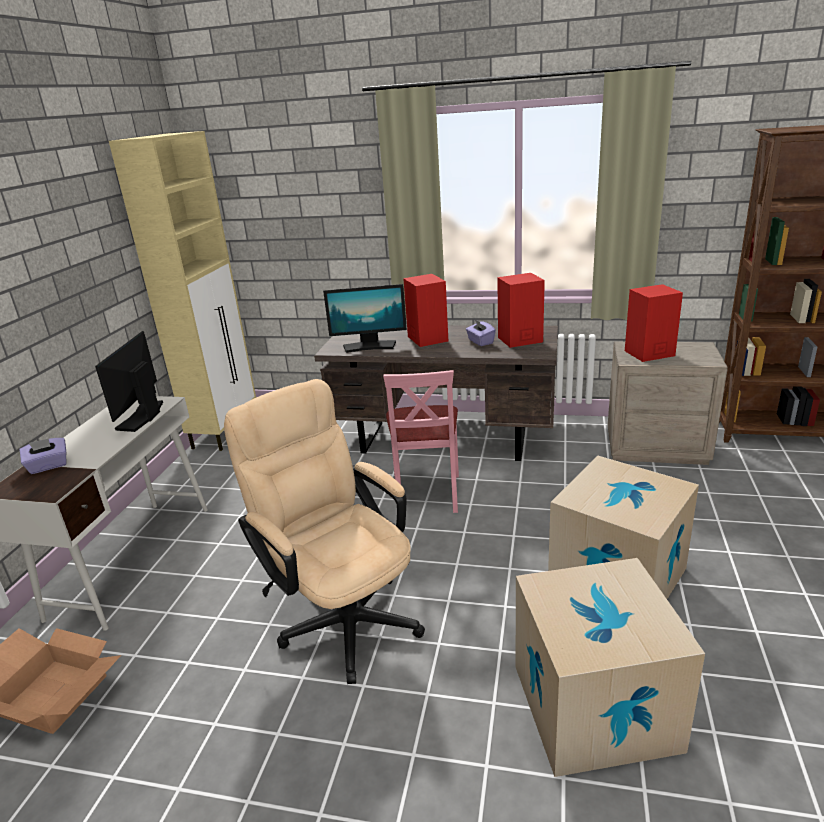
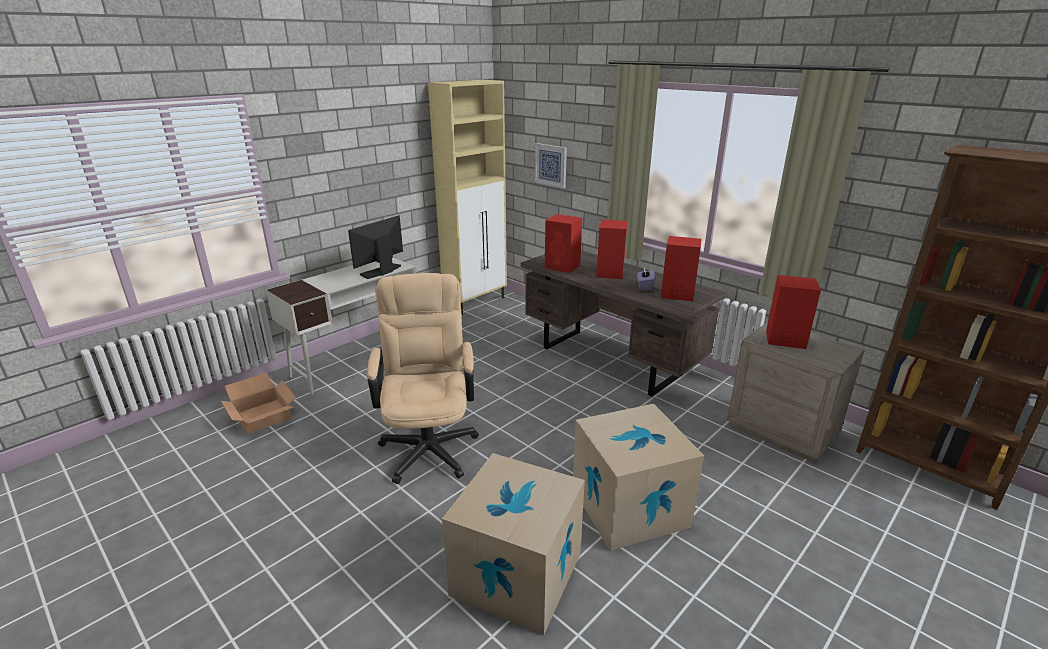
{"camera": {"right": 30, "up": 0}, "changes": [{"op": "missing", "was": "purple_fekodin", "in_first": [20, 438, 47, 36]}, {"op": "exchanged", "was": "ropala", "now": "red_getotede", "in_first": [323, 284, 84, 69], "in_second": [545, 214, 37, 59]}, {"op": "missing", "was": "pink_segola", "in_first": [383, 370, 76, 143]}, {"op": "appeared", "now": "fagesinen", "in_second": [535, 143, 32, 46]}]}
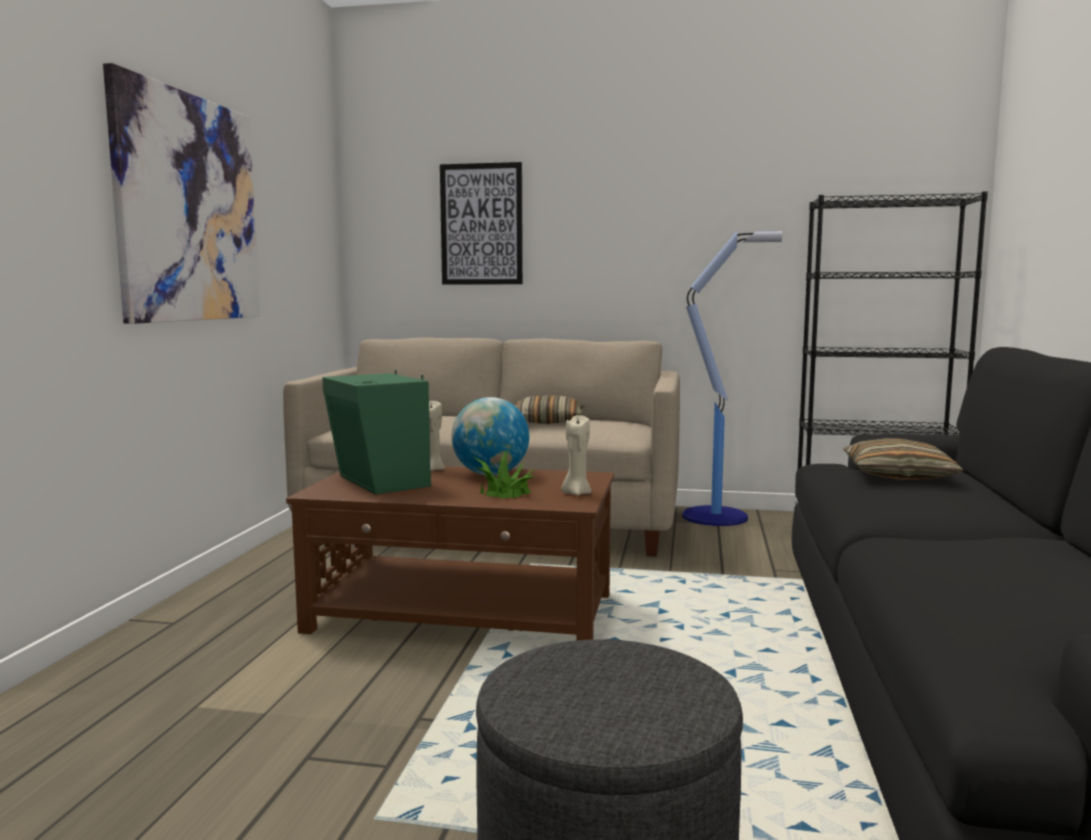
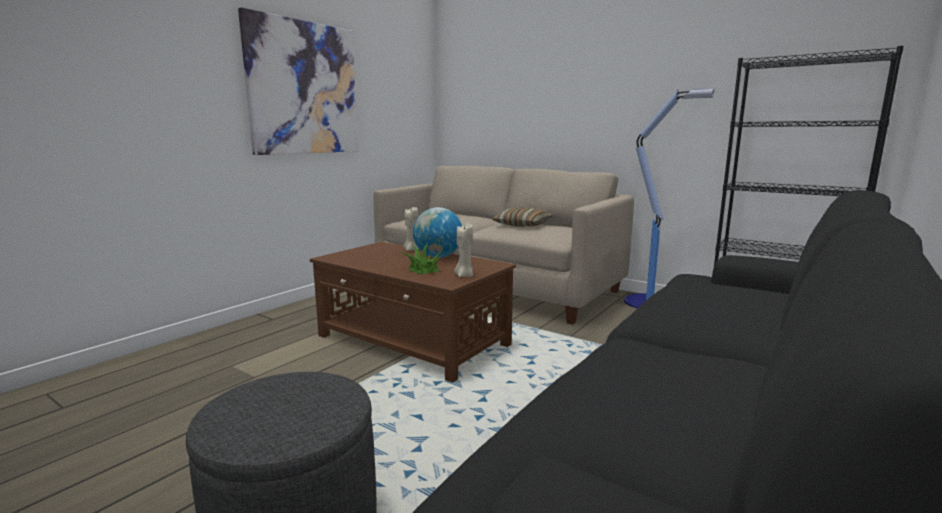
{"camera": {"right": 25, "up": 5}, "changes": [{"op": "missing", "was": "green_getotede", "in_first": [322, 370, 109, 124]}, {"op": "missing", "was": "fagesinen", "in_first": [440, 162, 83, 123]}, {"op": "missing", "was": "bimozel", "in_first": [843, 438, 121, 42]}]}
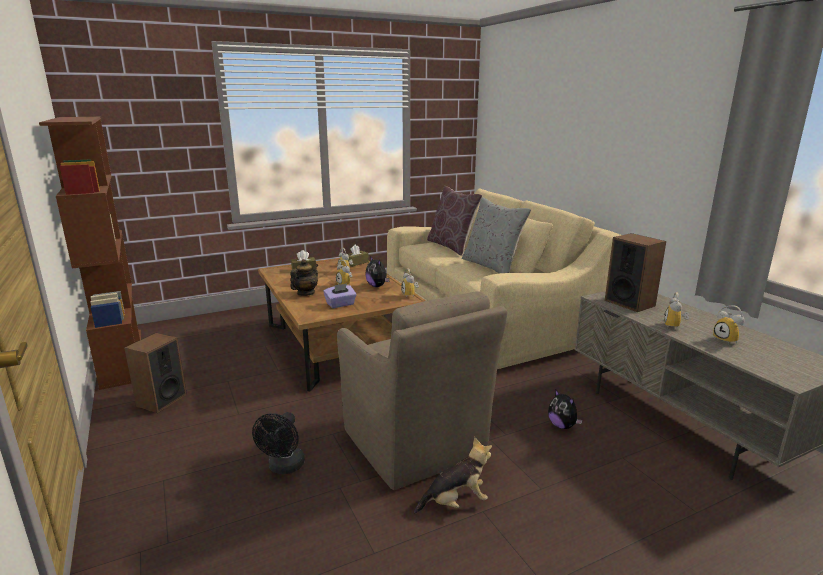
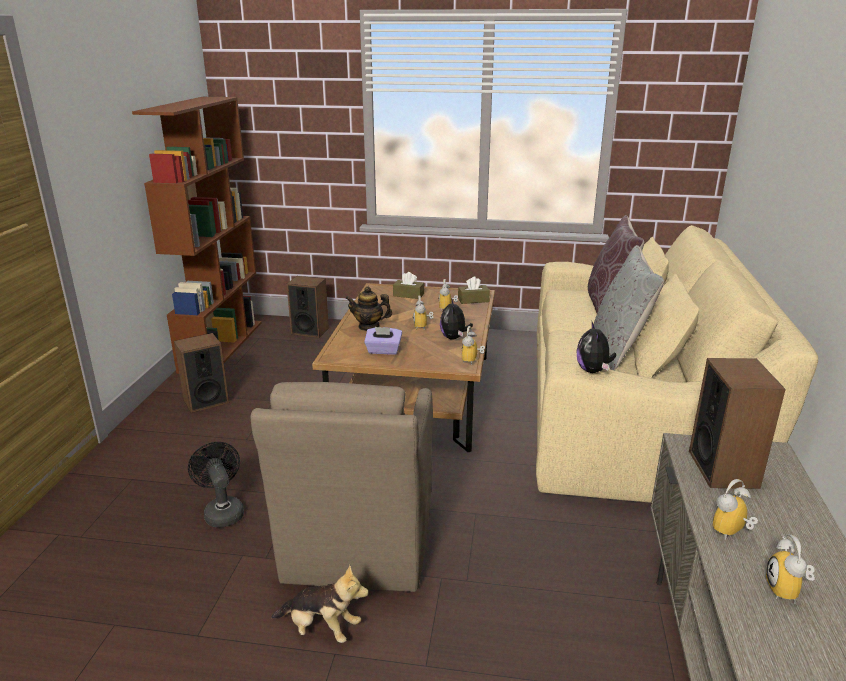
{"camera": {"right": 35, "up": 5}, "changes": [{"op": "spun", "was": "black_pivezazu", "in_first": [252, 412, 53, 62], "in_second": [188, 442, 56, 86], "clockwise": 105}, {"op": "spun", "was": "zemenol", "in_first": [290, 259, 28, 37], "in_second": [345, 286, 47, 45], "clockwise": -150}, {"op": "relocated", "was": "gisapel", "in_first": [548, 389, 35, 40], "in_second": [577, 322, 39, 51]}, {"op": "appeared", "now": "getotede", "in_second": [287, 276, 42, 62]}]}
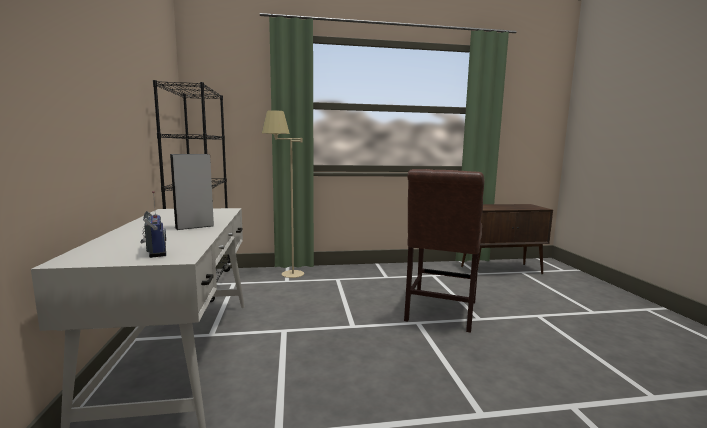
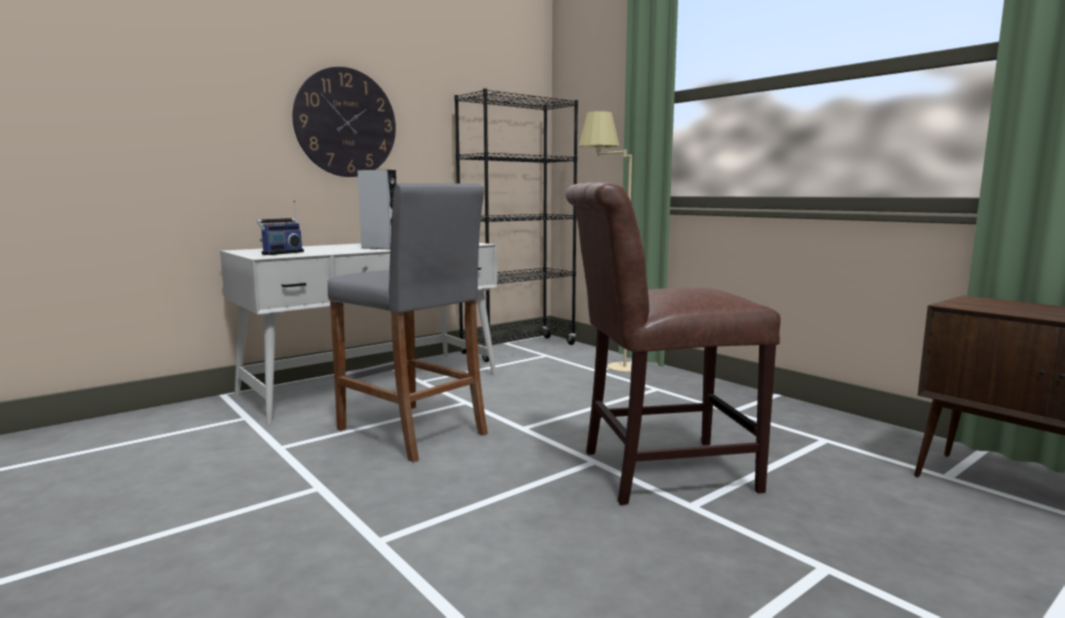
{"camera": {"right": 60, "up": 0}, "changes": [{"op": "appeared", "now": "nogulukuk", "in_second": [292, 67, 104, 110]}, {"op": "appeared", "now": "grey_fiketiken", "in_second": [328, 183, 160, 279]}]}
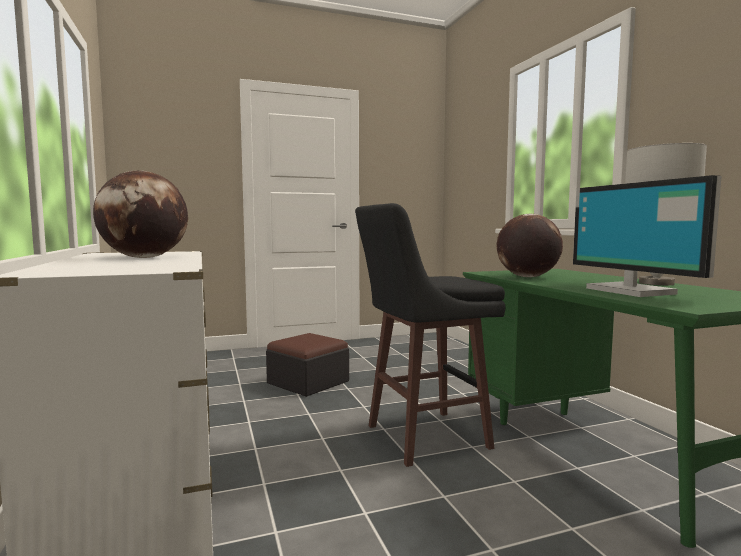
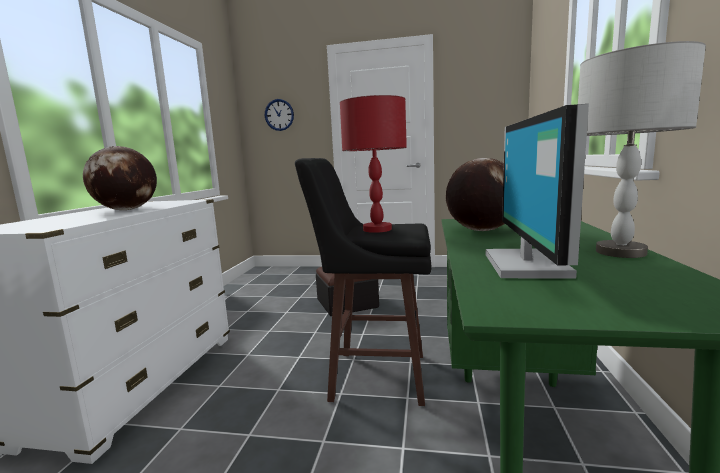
{"camera": {"right": 30, "up": 5}, "changes": [{"op": "appeared", "now": "nogulukuk", "in_second": [265, 99, 29, 32]}, {"op": "appeared", "now": "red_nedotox", "in_second": [340, 95, 67, 138]}]}
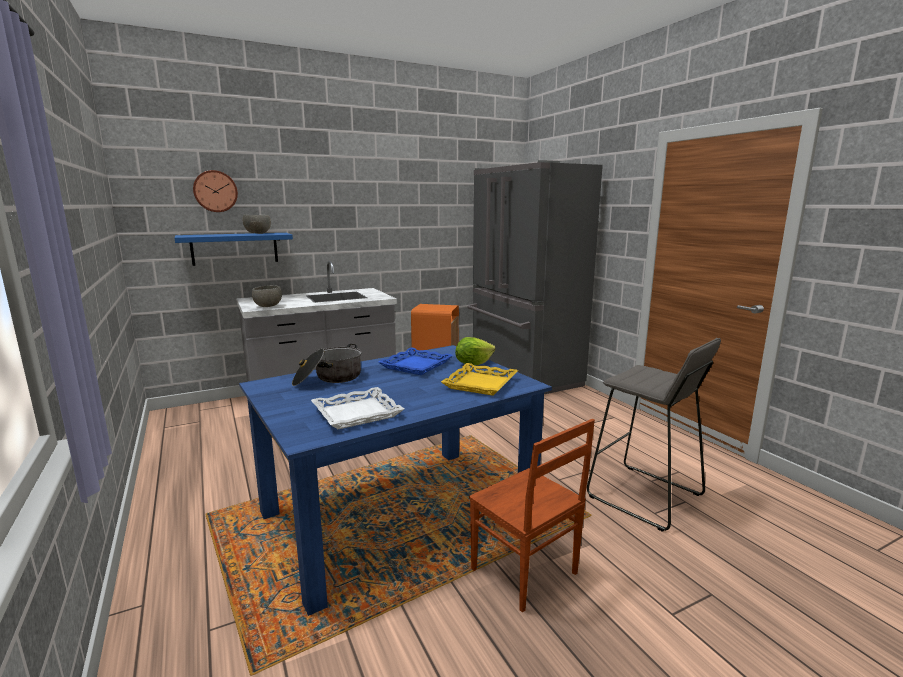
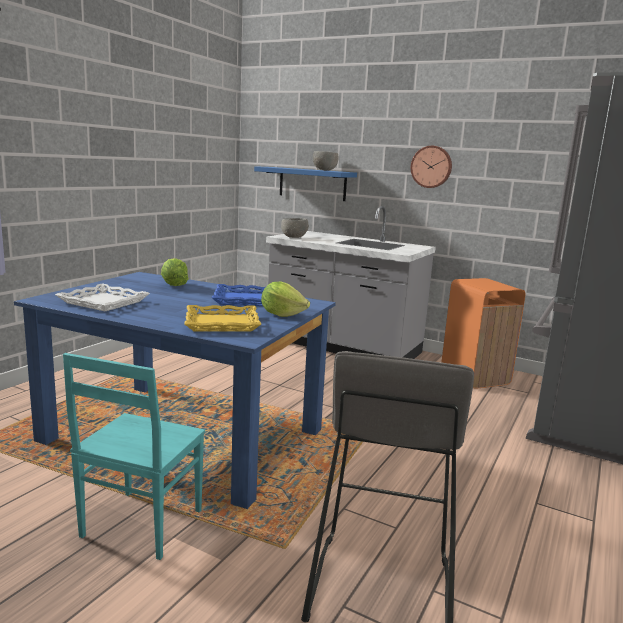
{"camera": {"right": 55, "up": 0}, "changes": [{"op": "relocated", "was": "nogulukuk", "in_first": [193, 170, 45, 42], "in_second": [411, 146, 41, 42]}, {"op": "exchanged", "was": "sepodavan", "now": "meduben", "in_first": [292, 344, 69, 42], "in_second": [161, 258, 27, 28]}, {"op": "colour", "was": "brown_segola", "now": "turquoise_segola", "in_first": [469, 419, 126, 194], "in_second": [63, 353, 142, 207]}]}
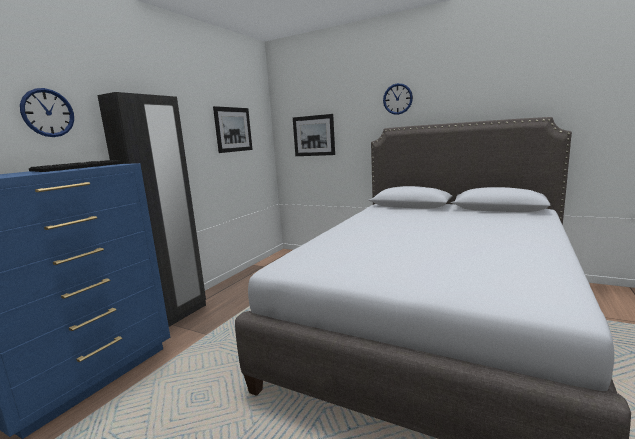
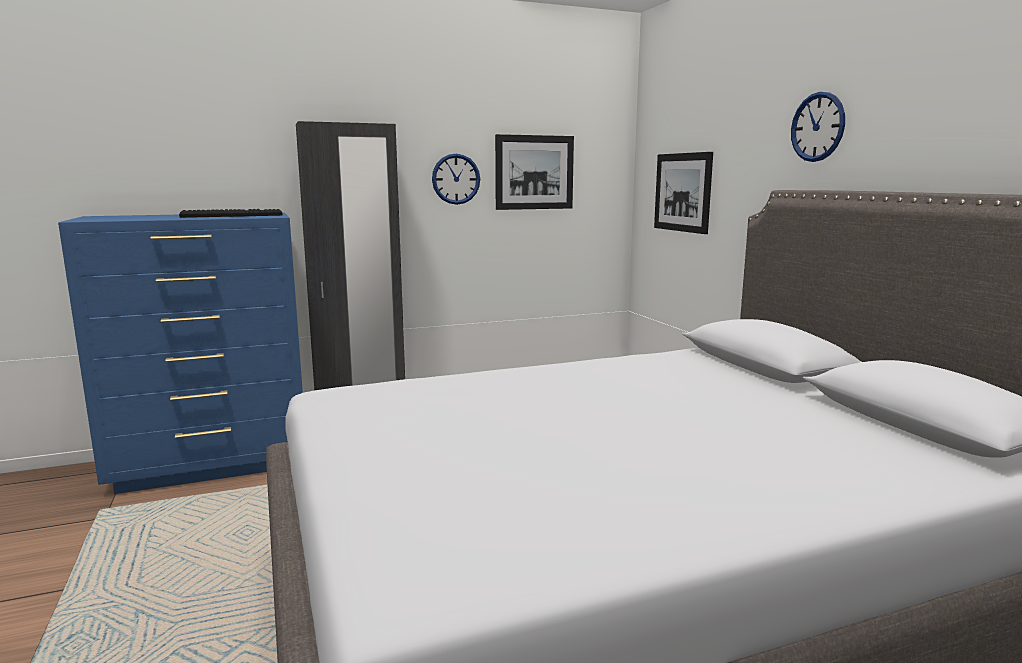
{"camera": {"right": 40, "up": 0}, "changes": [{"op": "relocated", "was": "nogulukuk", "in_first": [20, 88, 54, 49], "in_second": [432, 154, 48, 51]}]}
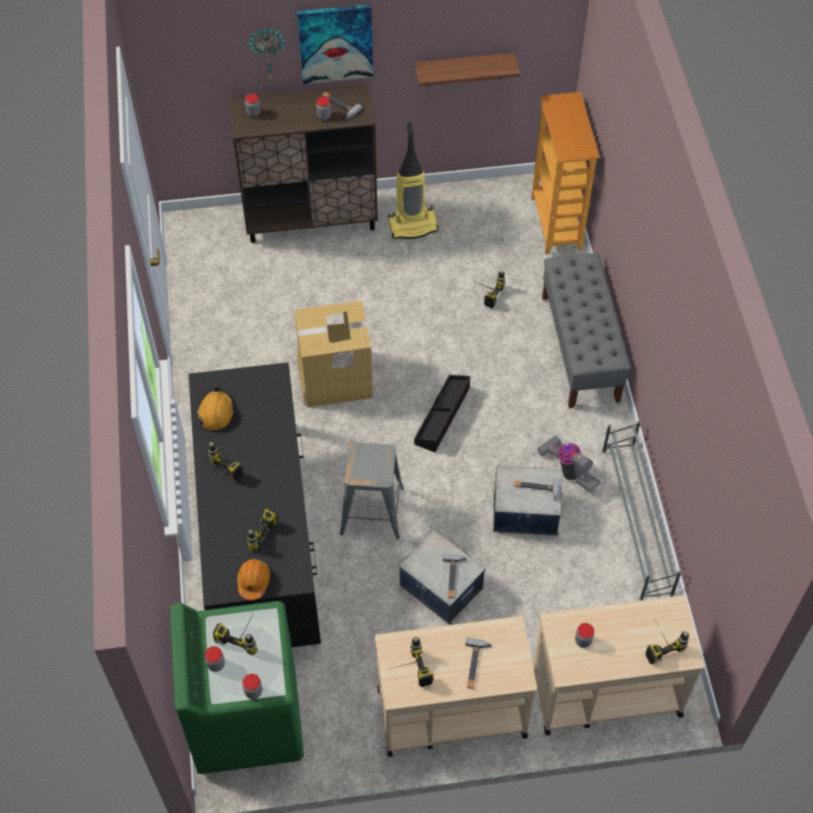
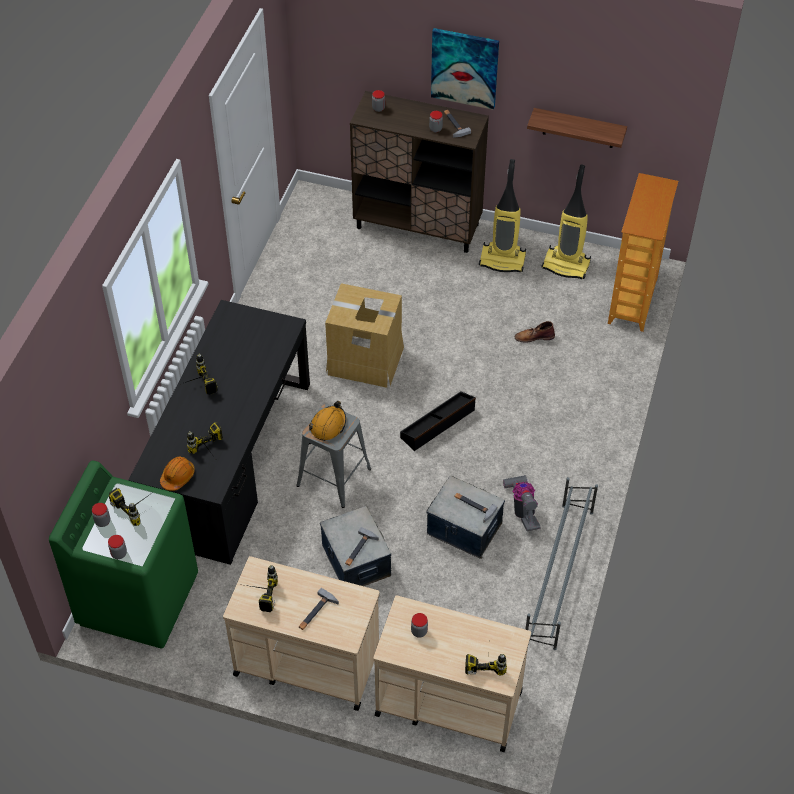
{"camera": {"right": 25, "up": -5}, "changes": [{"op": "relocated", "was": "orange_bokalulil", "in_first": [197, 384, 37, 47], "in_second": [309, 401, 37, 40]}, {"op": "missing", "was": "nogulukuk", "in_first": [248, 27, 39, 53]}, {"op": "exchanged", "was": "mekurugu", "now": "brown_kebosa", "in_first": [473, 270, 32, 38], "in_second": [515, 321, 40, 22]}, {"op": "missing", "was": "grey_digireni", "in_first": [542, 253, 89, 155]}, {"op": "appeared", "now": "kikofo", "in_second": [541, 165, 50, 114]}]}
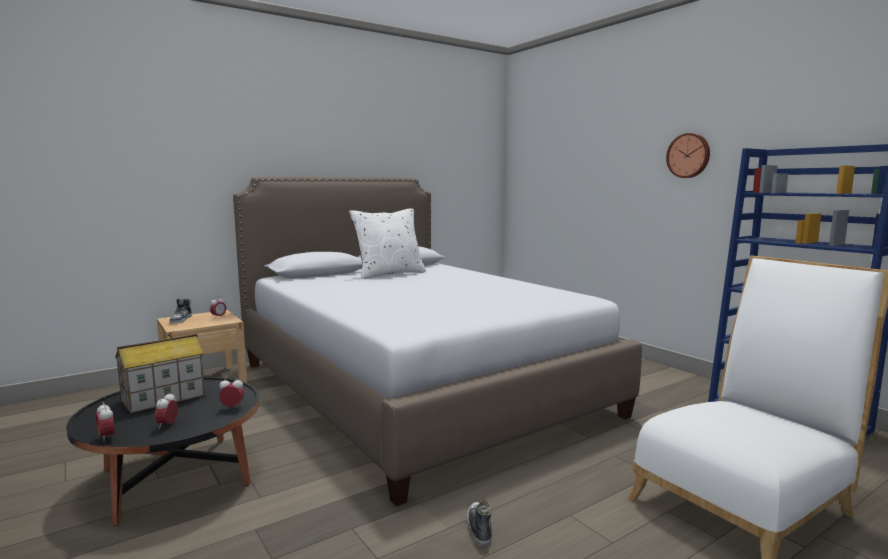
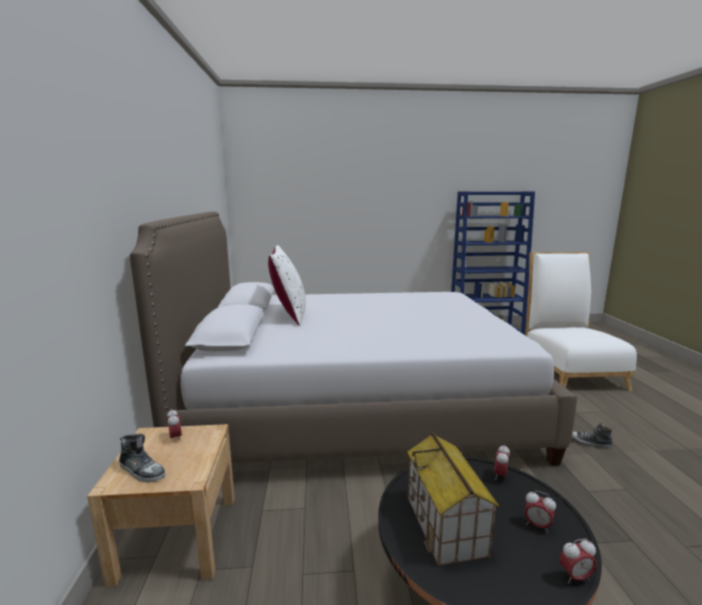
{"camera": {"right": -60, "up": 5}, "changes": [{"op": "missing", "was": "nogulukuk", "in_first": [666, 133, 44, 45]}]}
